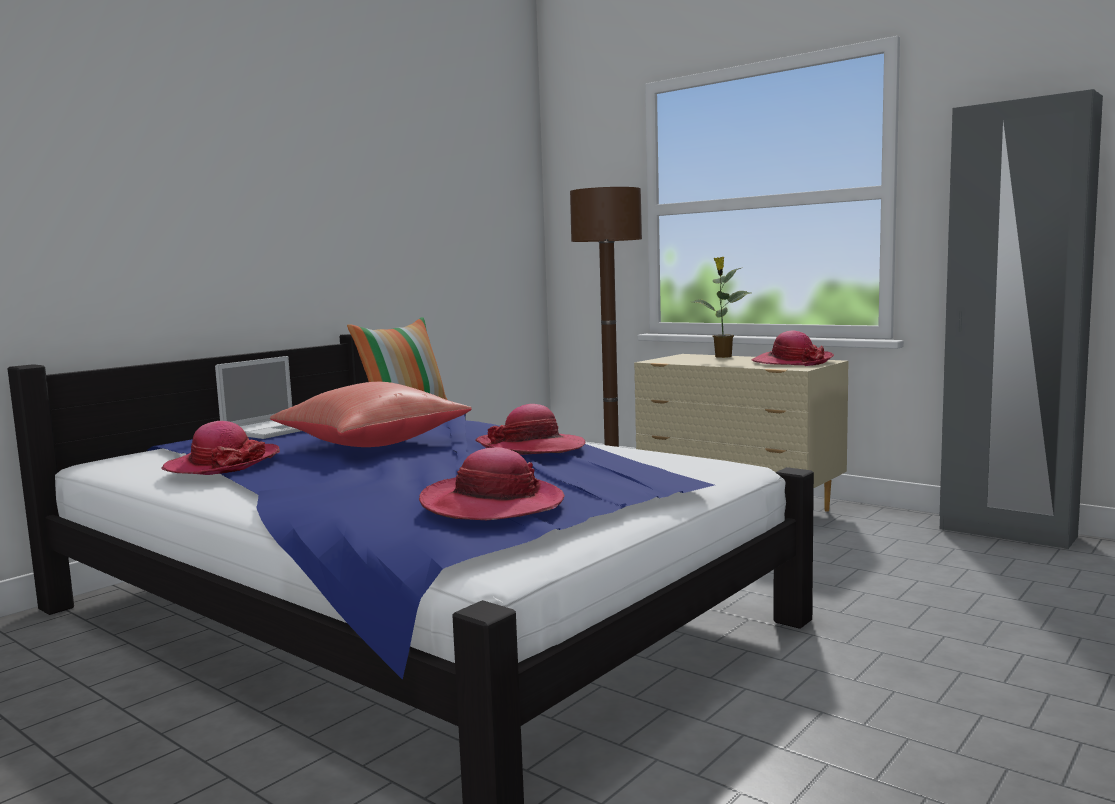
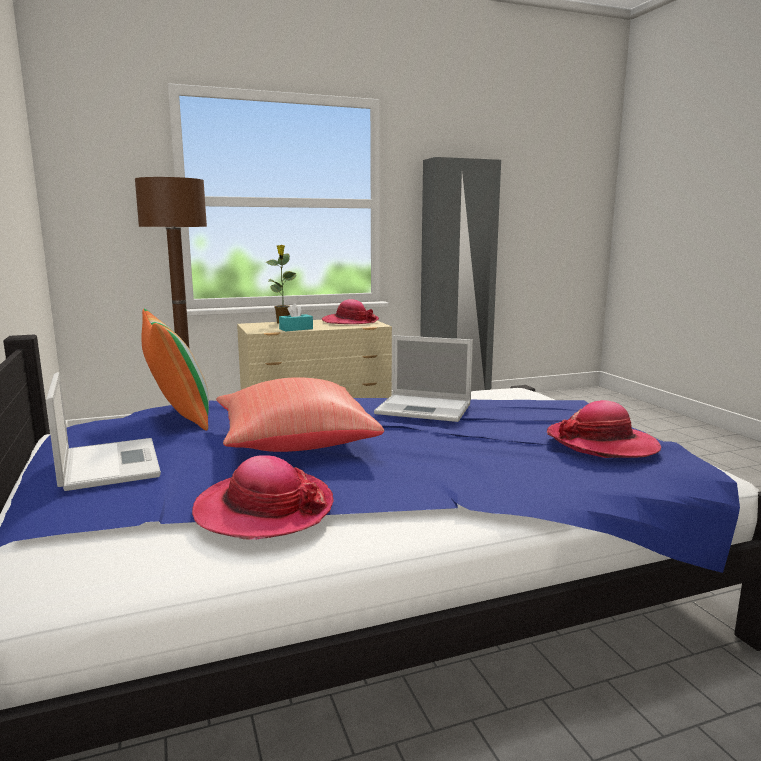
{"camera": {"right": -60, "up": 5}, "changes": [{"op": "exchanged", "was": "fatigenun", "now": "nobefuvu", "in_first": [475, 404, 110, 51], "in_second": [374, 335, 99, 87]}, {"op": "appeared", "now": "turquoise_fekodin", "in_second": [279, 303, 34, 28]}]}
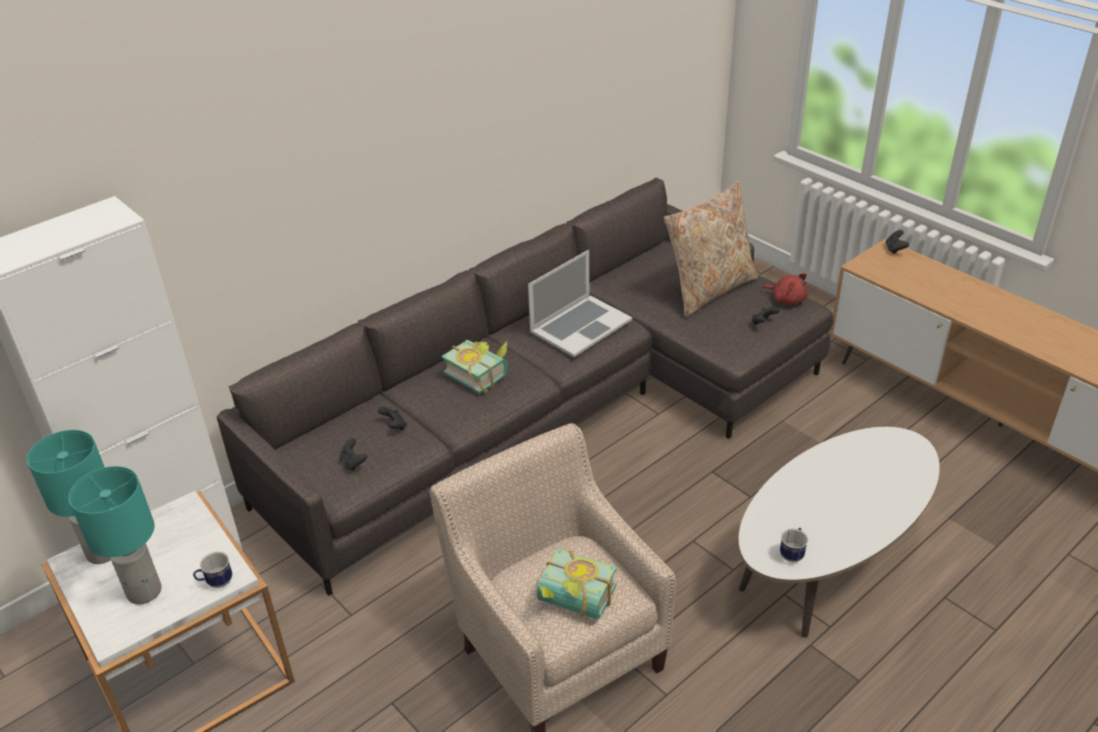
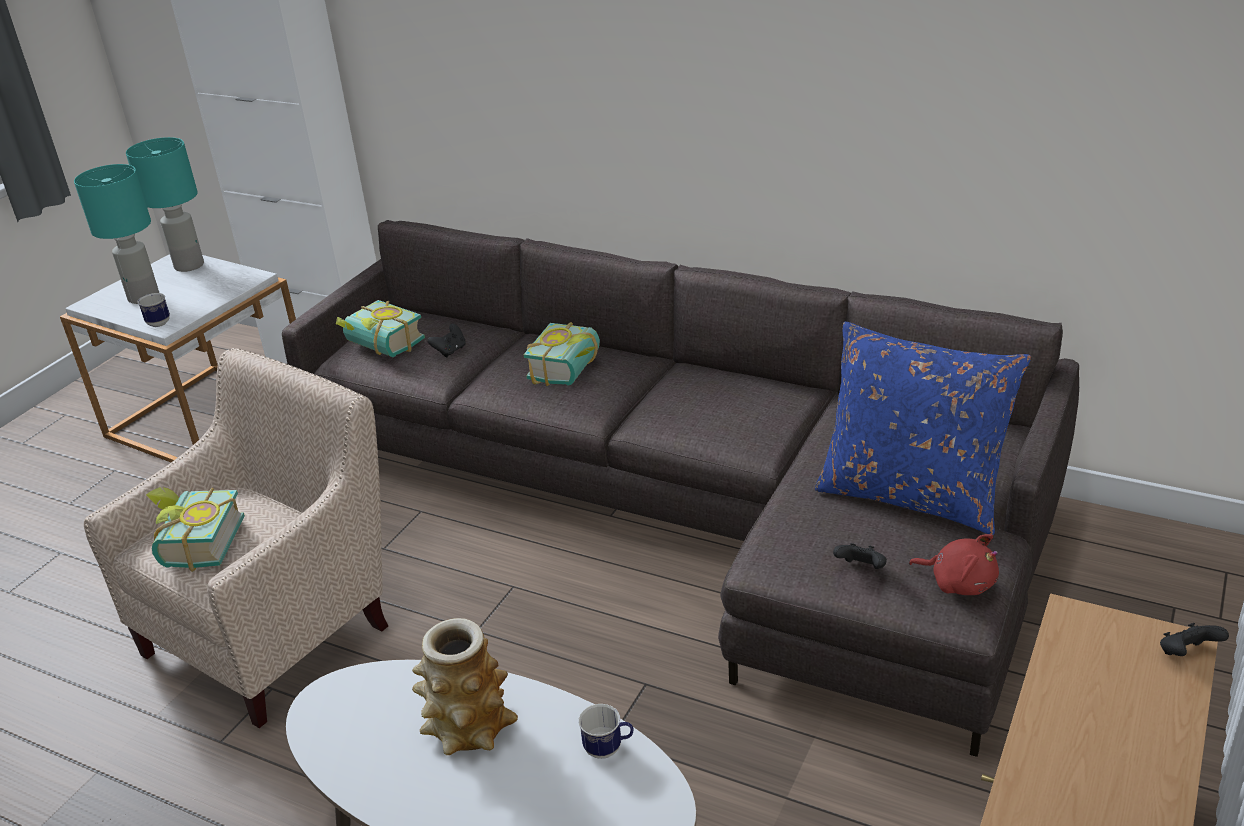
{"camera": {"right": 70, "up": -5}, "changes": [{"op": "exchanged", "was": "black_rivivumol", "now": "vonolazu", "in_first": [340, 438, 27, 33], "in_second": [336, 300, 89, 57]}, {"op": "missing", "was": "nobefuvu", "in_first": [528, 250, 104, 107]}, {"op": "colour", "was": "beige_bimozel", "now": "blue_bimozel", "in_first": [664, 181, 94, 136], "in_second": [815, 322, 216, 213]}, {"op": "spun", "was": "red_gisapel", "in_first": [763, 273, 45, 31], "in_second": [909, 534, 90, 61], "clockwise": -75}, {"op": "relocated", "was": "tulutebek", "in_first": [780, 528, 28, 34], "in_second": [578, 704, 55, 55]}, {"op": "appeared", "now": "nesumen", "in_second": [412, 618, 106, 137]}]}
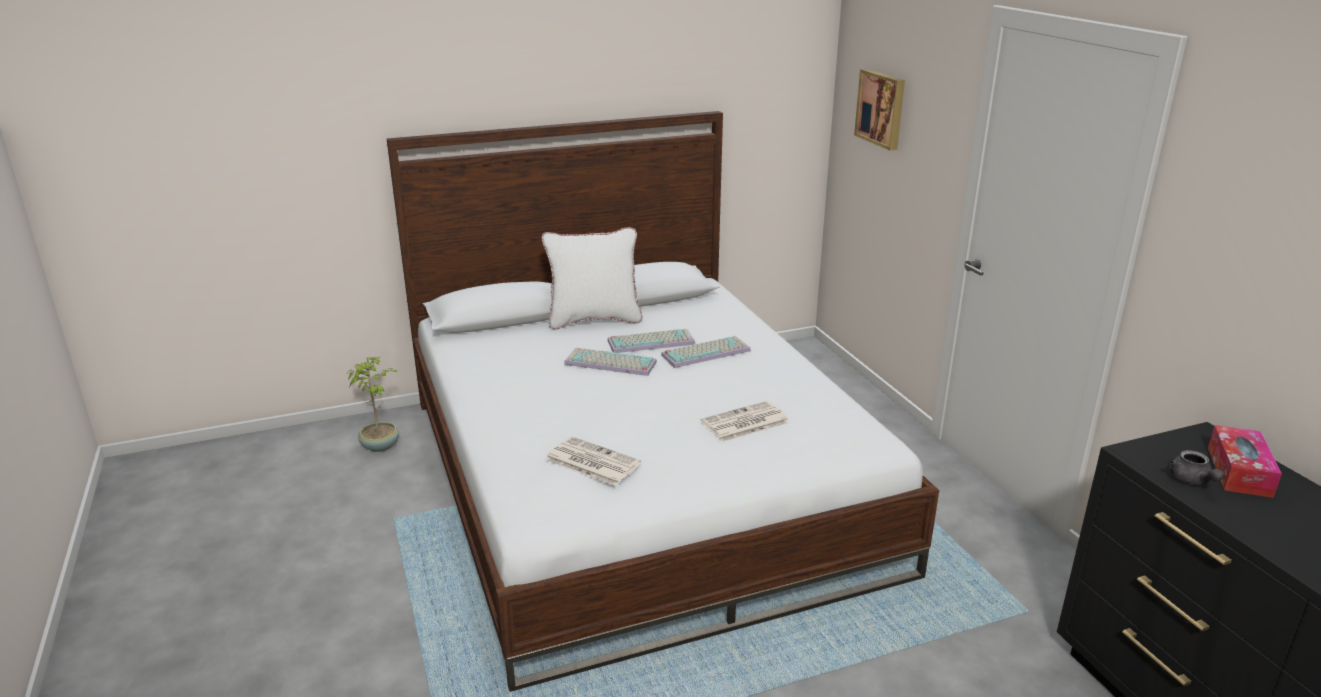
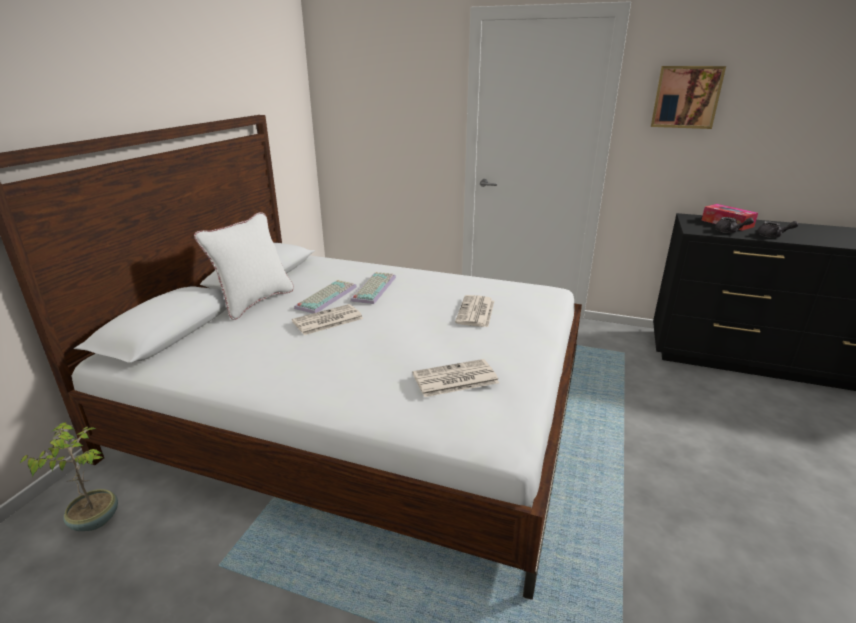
{"camera": {"right": -50, "up": 0}, "changes": [{"op": "exchanged", "was": "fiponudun", "now": "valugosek", "in_first": [564, 348, 93, 28], "in_second": [292, 304, 71, 31]}, {"op": "relocated", "was": "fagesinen", "in_first": [854, 69, 51, 81], "in_second": [651, 66, 75, 63]}, {"op": "appeared", "now": "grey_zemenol", "in_second": [757, 221, 42, 17]}]}
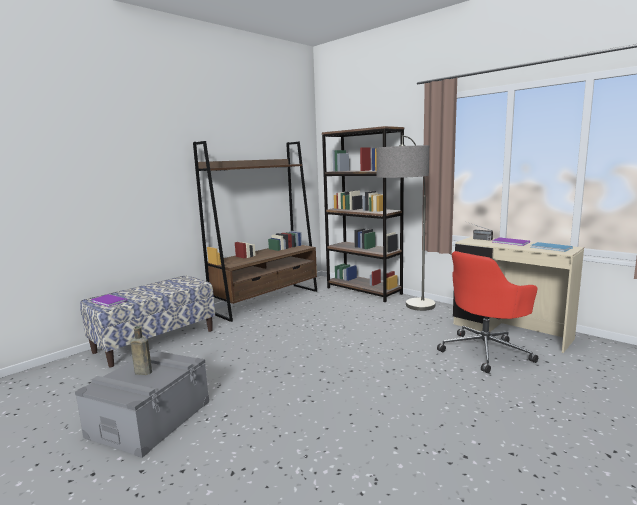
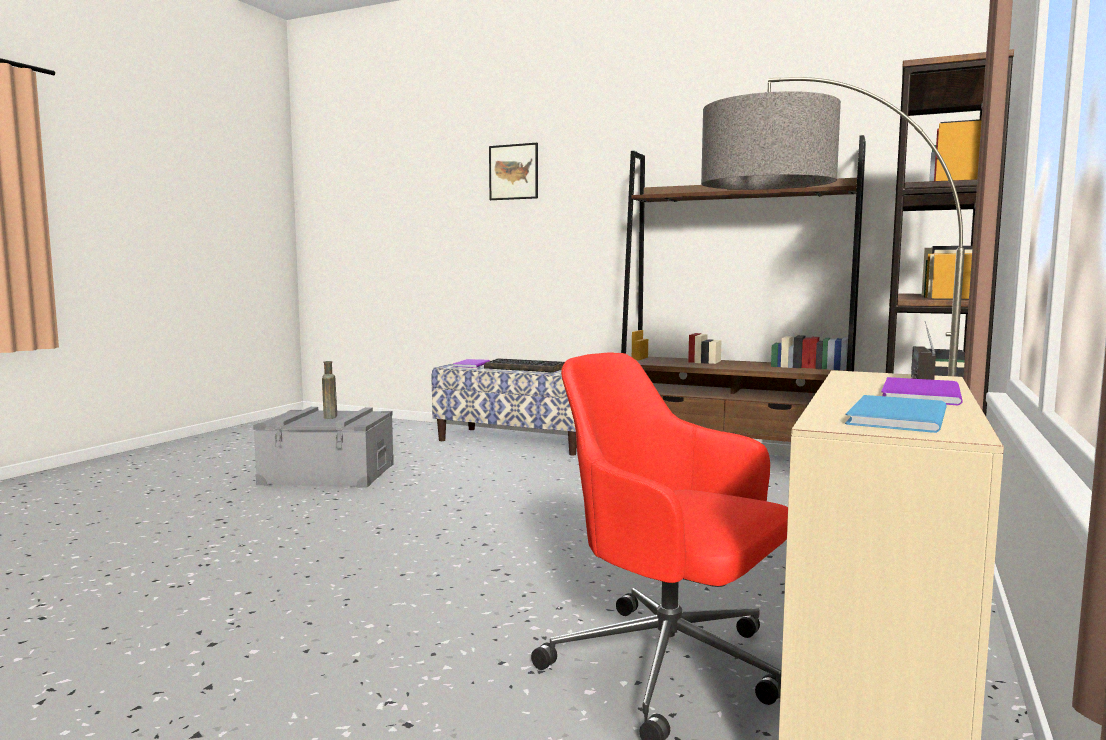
{"camera": {"right": 70, "up": -5}, "changes": [{"op": "appeared", "now": "fiponudun", "in_second": [484, 358, 81, 14]}, {"op": "appeared", "now": "fagesinen", "in_second": [489, 143, 49, 57]}]}
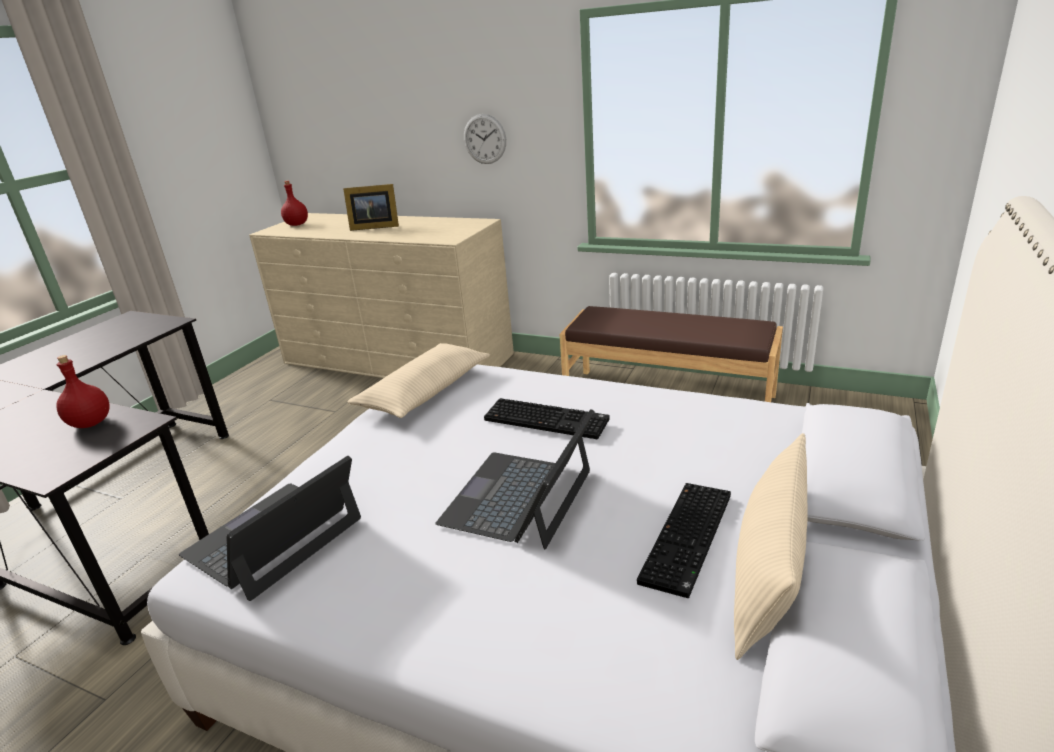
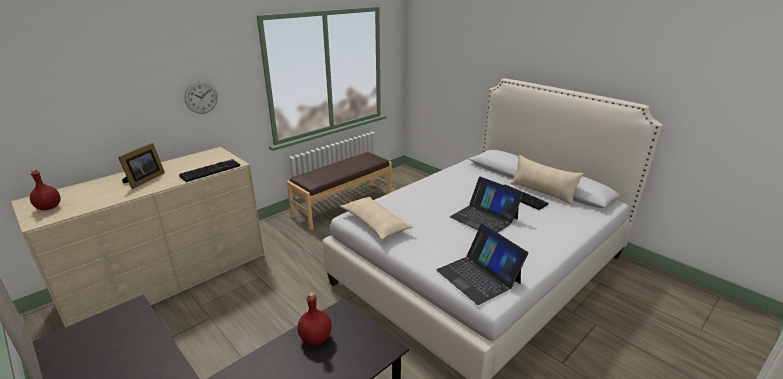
{"camera": {"right": -70, "up": 0}, "changes": [{"op": "relocated", "was": "fiponudun", "in_first": [484, 398, 126, 41], "in_second": [179, 159, 61, 23]}]}
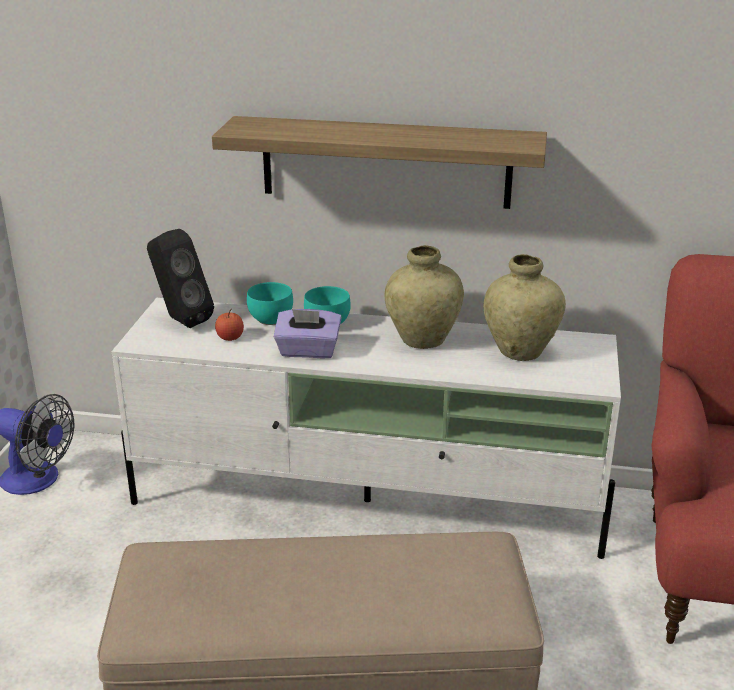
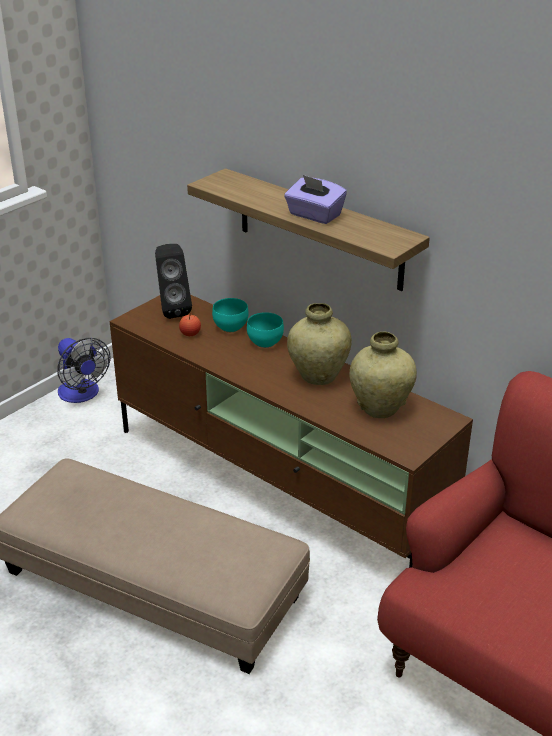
{"camera": {"right": 30, "up": 5}, "changes": [{"op": "colour", "was": "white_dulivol", "now": "brown_dulivol", "in_first": [112, 298, 509, 261], "in_second": [110, 295, 363, 273]}, {"op": "relocated", "was": "purple_fekodin", "in_first": [273, 309, 69, 49], "in_second": [284, 175, 63, 49]}]}
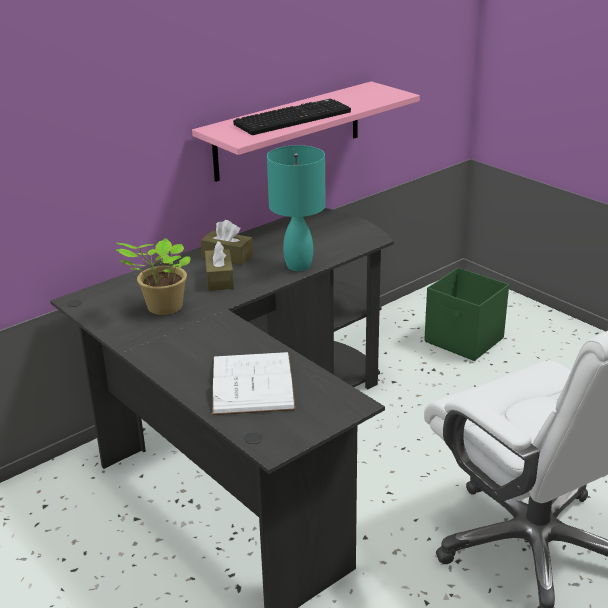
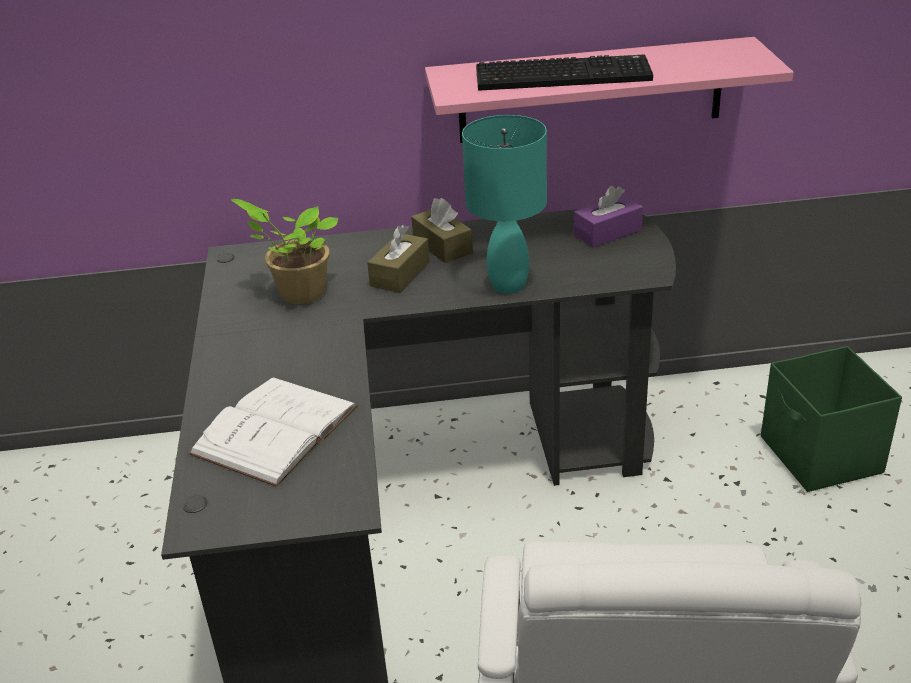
{"camera": {"right": 35, "up": 5}, "changes": [{"op": "appeared", "now": "purple_fekodin", "in_second": [574, 186, 69, 62]}]}
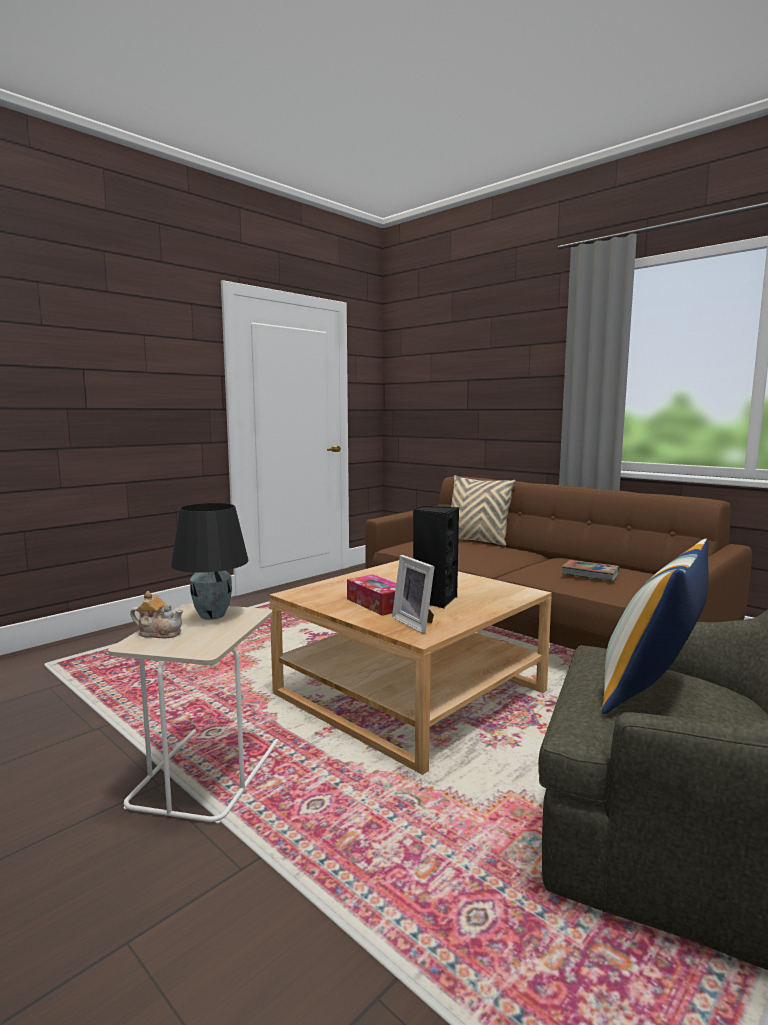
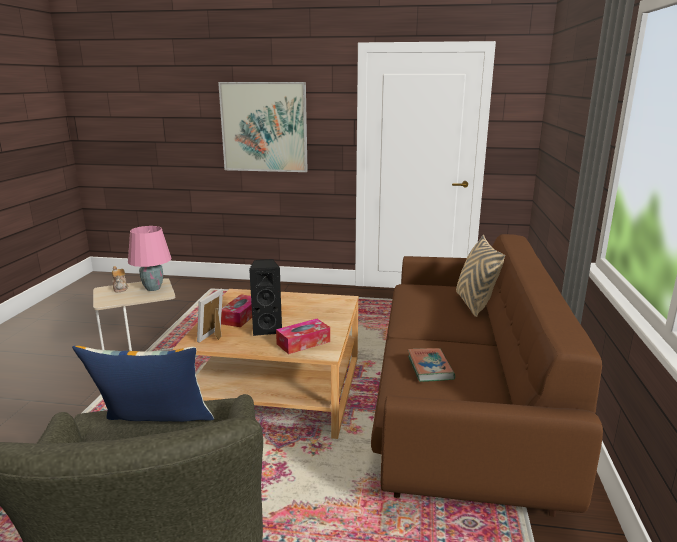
{"camera": {"right": 55, "up": 10}, "changes": [{"op": "colour", "was": "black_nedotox", "now": "pink_nedotox", "in_first": [171, 503, 78, 117], "in_second": [128, 226, 44, 65]}, {"op": "appeared", "now": "fagesinen", "in_second": [218, 82, 90, 90]}, {"op": "appeared", "now": "fekodin", "in_second": [276, 319, 54, 35]}]}
